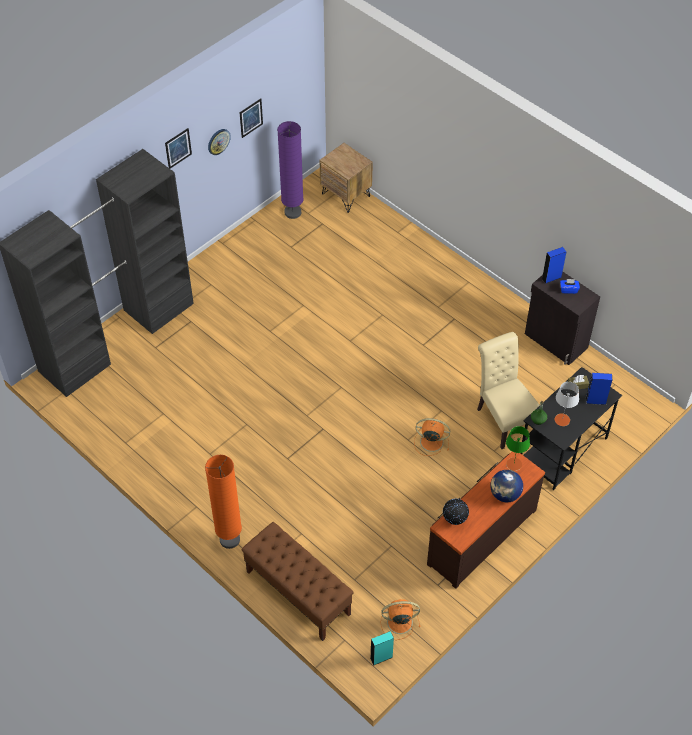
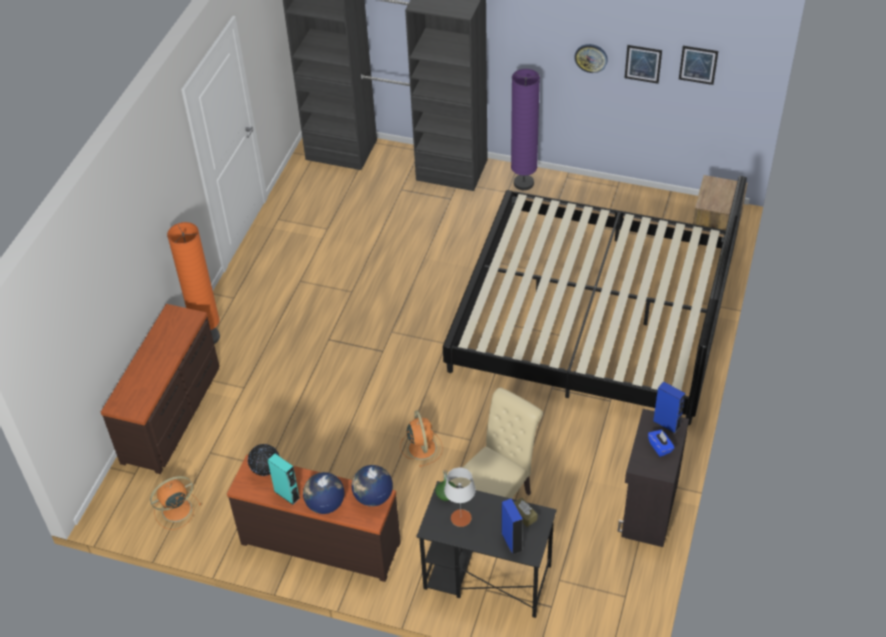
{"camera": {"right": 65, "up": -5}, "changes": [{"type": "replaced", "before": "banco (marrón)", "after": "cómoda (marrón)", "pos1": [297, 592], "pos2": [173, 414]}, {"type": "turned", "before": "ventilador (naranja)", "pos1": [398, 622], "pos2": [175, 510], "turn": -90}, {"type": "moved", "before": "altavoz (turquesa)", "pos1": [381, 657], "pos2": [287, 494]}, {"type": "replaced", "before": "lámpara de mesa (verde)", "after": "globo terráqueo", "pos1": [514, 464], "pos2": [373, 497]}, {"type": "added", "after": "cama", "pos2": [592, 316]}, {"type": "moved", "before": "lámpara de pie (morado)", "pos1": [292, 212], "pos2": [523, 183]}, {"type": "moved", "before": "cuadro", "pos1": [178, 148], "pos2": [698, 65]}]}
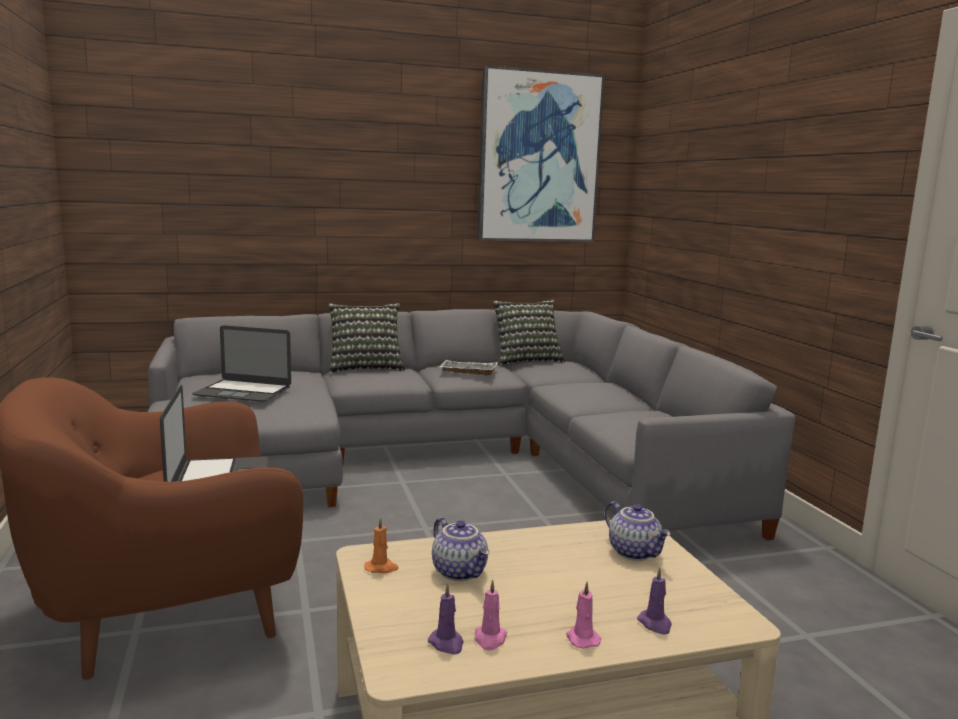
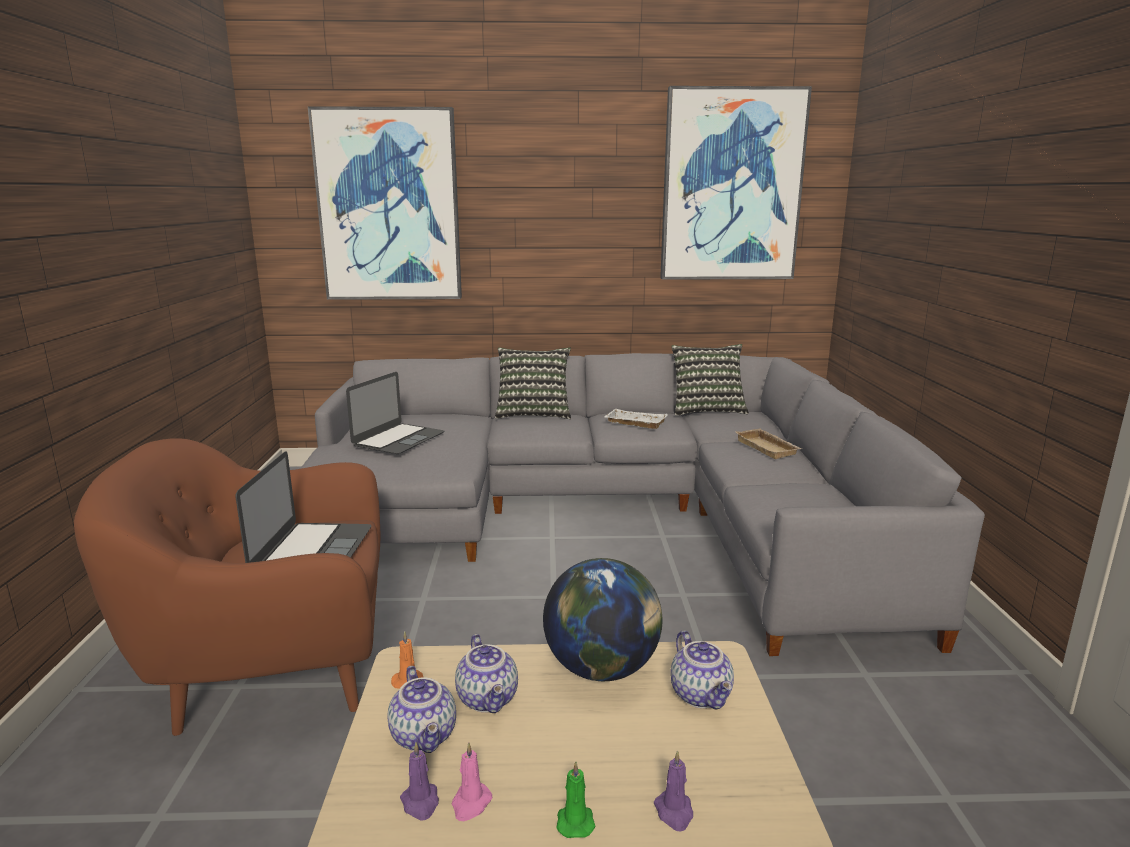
{"camera": {"right": 15, "up": 5}, "changes": [{"type": "added", "after": "cuadro", "pos2": [389, 206]}, {"type": "turned", "before": "portátil", "pos1": [243, 391], "pos2": [398, 439], "turn": -90}, {"type": "added", "after": "tetera", "pos2": [425, 736]}, {"type": "added", "after": "globo terráqueo", "pos2": [602, 668]}, {"type": "recoloured", "before": "vela (rosa)", "after": "vela (verde)", "pos1": [582, 638], "pos2": [575, 821]}, {"type": "added", "after": "bandeja (beis)", "pos2": [768, 448]}]}
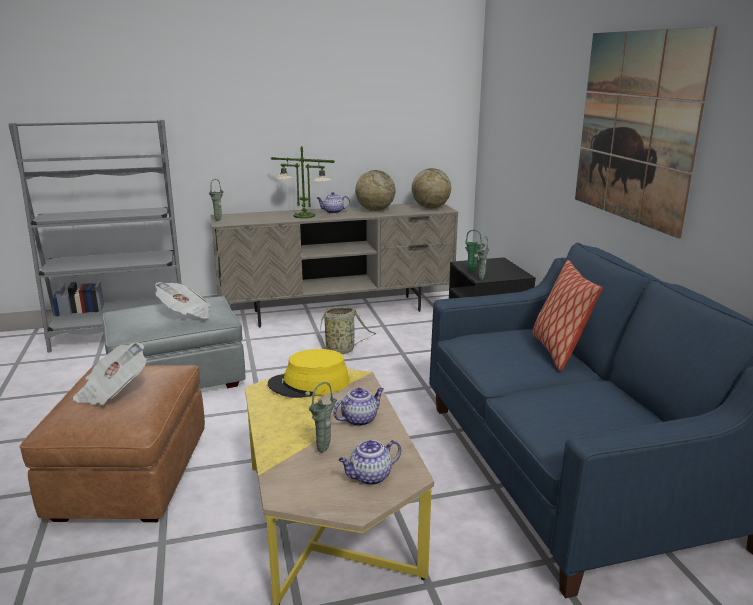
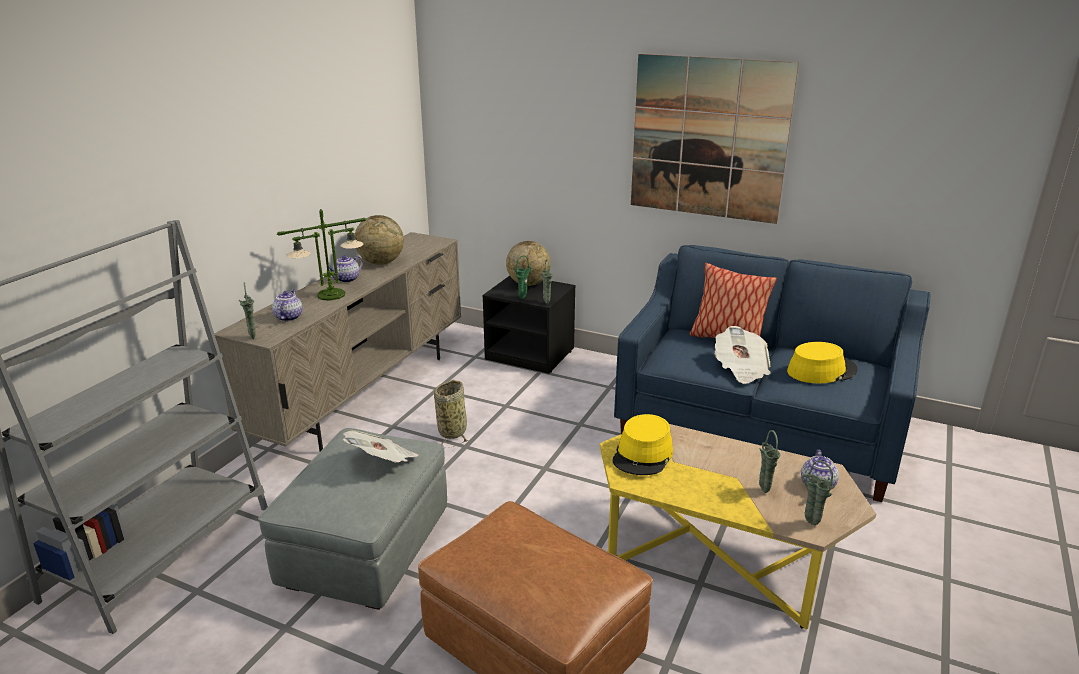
{"camera": {"right": -50, "up": 5}, "changes": [{"type": "moved", "before": "tetera", "pos1": [359, 419], "pos2": [288, 317]}, {"type": "moved", "before": "globo terráqueo", "pos1": [430, 207], "pos2": [528, 283]}, {"type": "moved", "before": "periódico", "pos1": [112, 391], "pos2": [740, 369]}, {"type": "added", "after": "sombrero (amarillo)", "pos2": [821, 371]}, {"type": "added", "after": "florero (verde)", "pos2": [809, 522]}]}
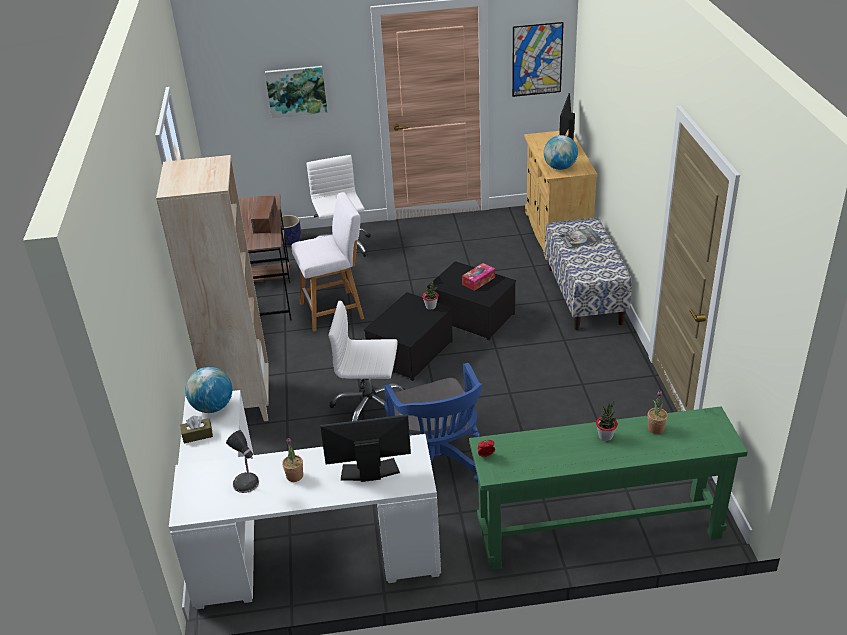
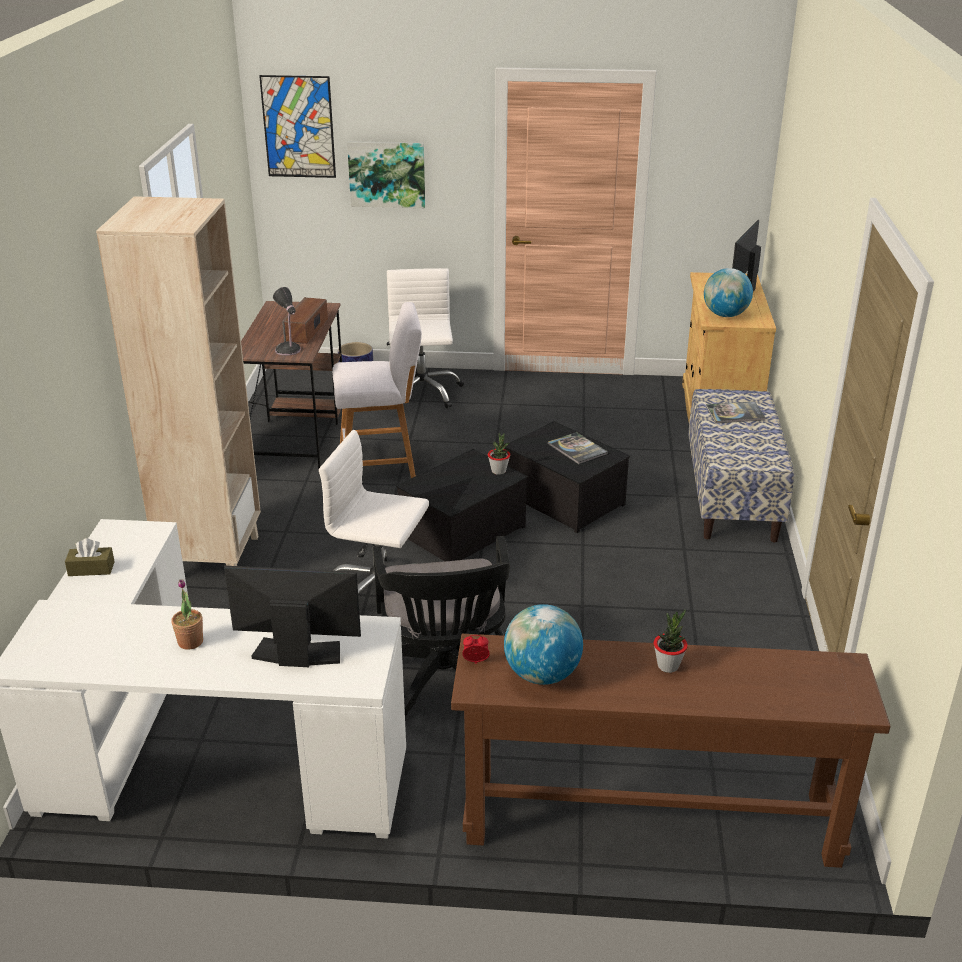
{"camera": {"right": 10, "up": -5}, "changes": [{"type": "moved", "before": "cuadro", "pos1": [537, 59], "pos2": [298, 127]}, {"type": "moved", "before": "lámpara de mesa", "pos1": [247, 484], "pos2": [288, 350]}, {"type": "recoloured", "before": "silla de oficina (azul)", "after": "silla de oficina (negro)", "pos1": [437, 463], "pos2": [444, 681]}, {"type": "recoloured", "before": "mesa consola (verde)", "after": "mesa consola (marrón)", "pos1": [598, 530], "pos2": [649, 819]}, {"type": "moved", "before": "globo terráqueo", "pos1": [212, 407], "pos2": [542, 675]}, {"type": "replaced", "before": "caja de pañuelos", "after": "libro", "pos1": [478, 281], "pos2": [577, 449]}, {"type": "removed", "before": "planta en maceta", "pos1": [655, 428]}]}
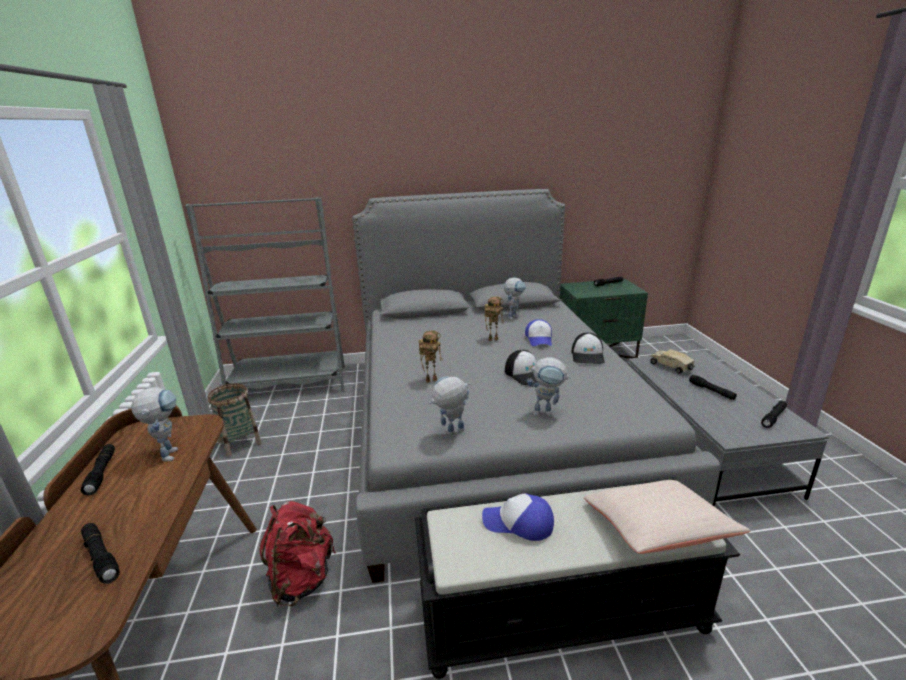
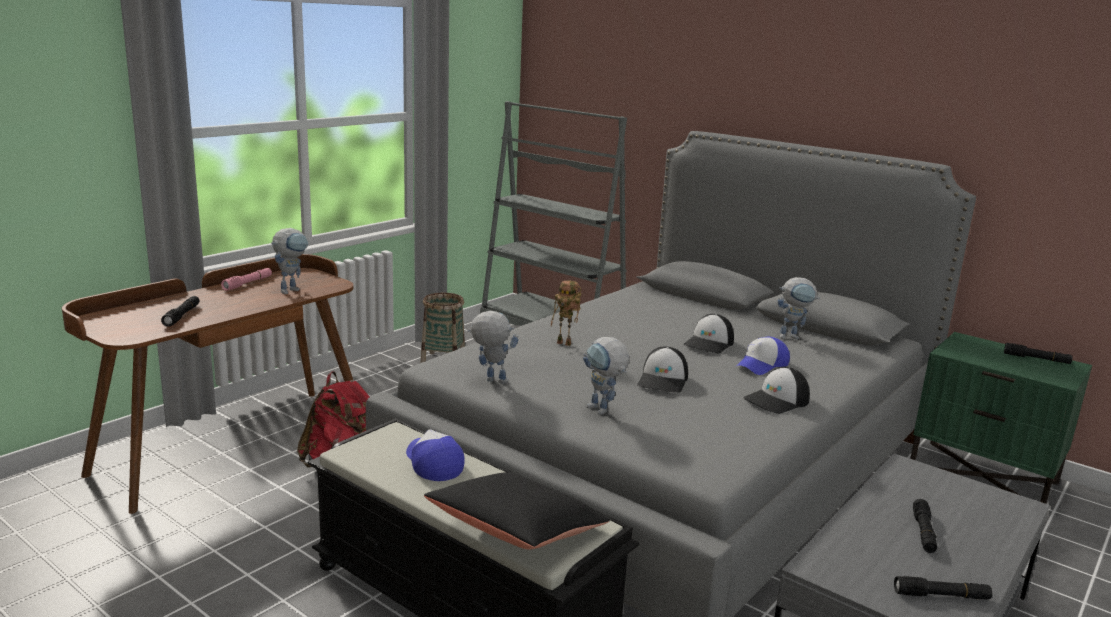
{"camera": {"right": 45, "up": -5}, "changes": [{"type": "recoloured", "before": "linterna (negro)", "after": "linterna (rosa)", "pos1": [101, 473], "pos2": [248, 283]}, {"type": "recoloured", "before": "cojín (beis)", "after": "cojín (negro)", "pos1": [656, 530], "pos2": [517, 532]}, {"type": "replaced", "before": "robot de juguete", "after": "gorra", "pos1": [493, 339], "pos2": [709, 343]}, {"type": "removed", "before": "camión de juguete", "pos1": [672, 367]}]}
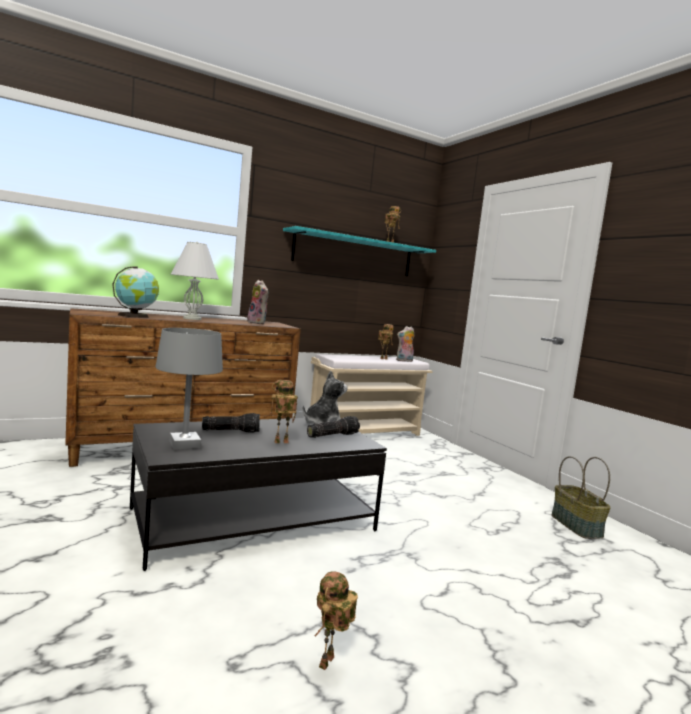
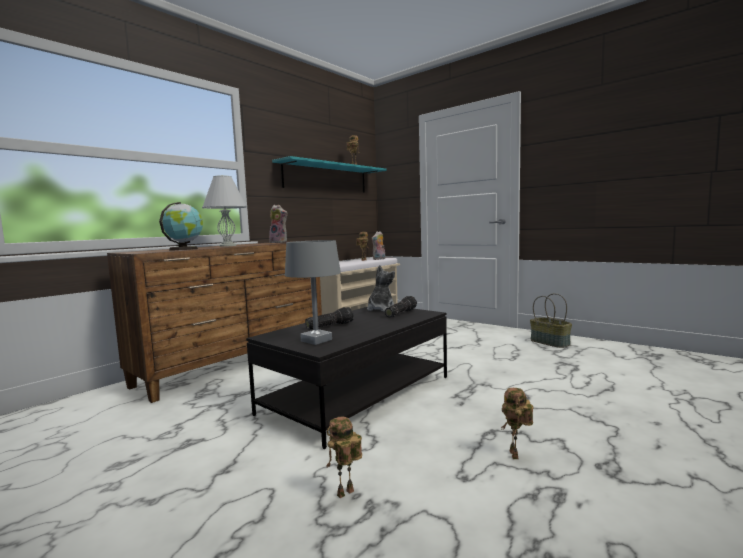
{"camera": {"right": -20, "up": 0}, "changes": [{"type": "moved", "before": "robot de juguete", "pos1": [280, 443], "pos2": [345, 495]}]}
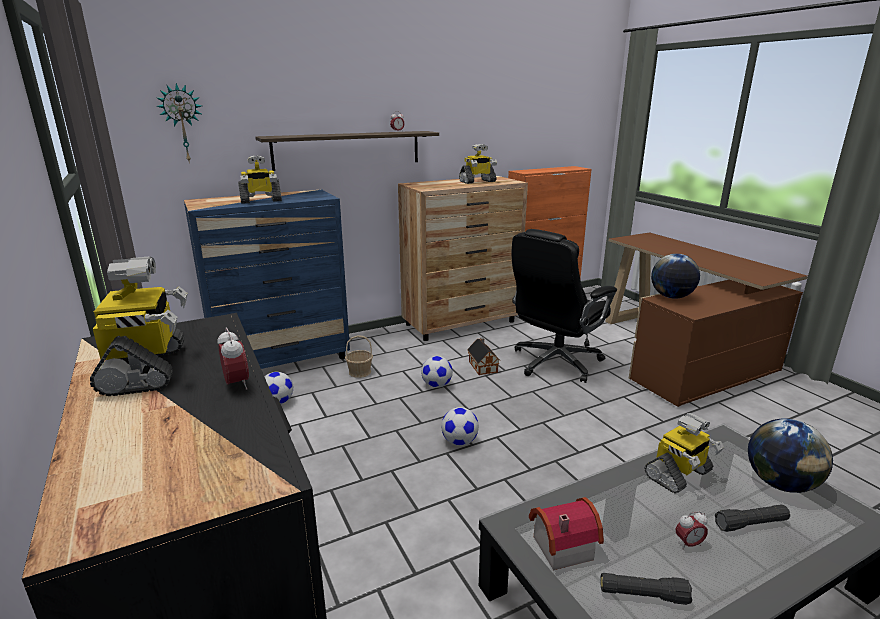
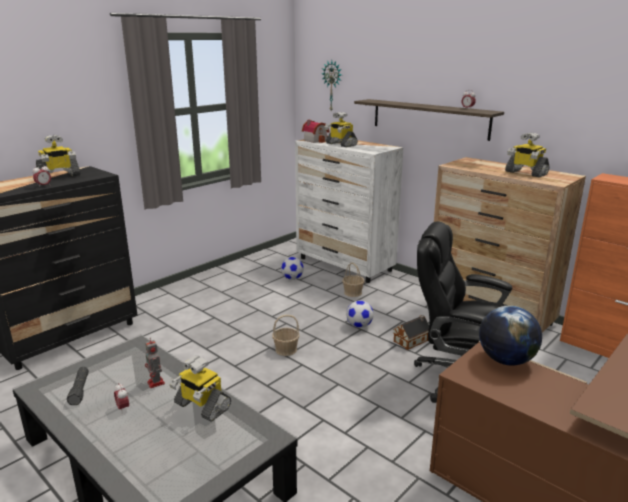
{"camera": {"right": 70, "up": 0}, "changes": [{"type": "added", "after": "robot de juguete", "pos2": [156, 383]}, {"type": "replaced", "before": "balón de fútbol", "after": "cesta", "pos1": [459, 442], "pos2": [286, 349]}, {"type": "recoloured", "before": "cómoda (azul)", "after": "cómoda (blanco)", "pos1": [282, 360], "pos2": [345, 265]}, {"type": "moved", "before": "casita", "pos1": [559, 545], "pos2": [316, 140]}, {"type": "removed", "before": "linterna (negro)", "pos1": [751, 524]}, {"type": "removed", "before": "globo terráqueo", "pos1": [780, 483]}]}
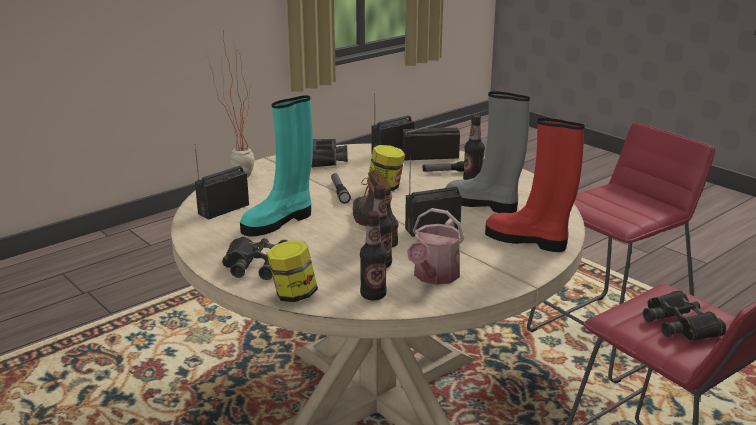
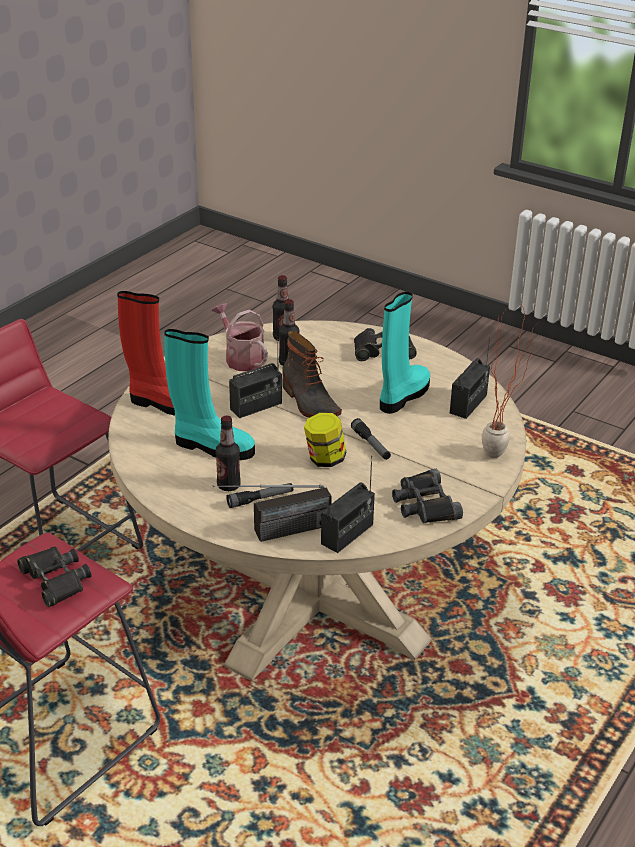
{"camera": {"right": 165, "up": 10}, "changes": [{"type": "moved", "before": "prismáticos (negro)", "pos1": [679, 324], "pos2": [55, 580]}, {"type": "recoloured", "before": "bota (gris)", "after": "bota (turquesa)", "pos1": [483, 204], "pos2": [212, 447]}, {"type": "turned", "before": "regadera", "pos1": [434, 276], "pos2": [241, 358], "turn": -45}, {"type": "removed", "before": "tarro", "pos1": [293, 295]}]}
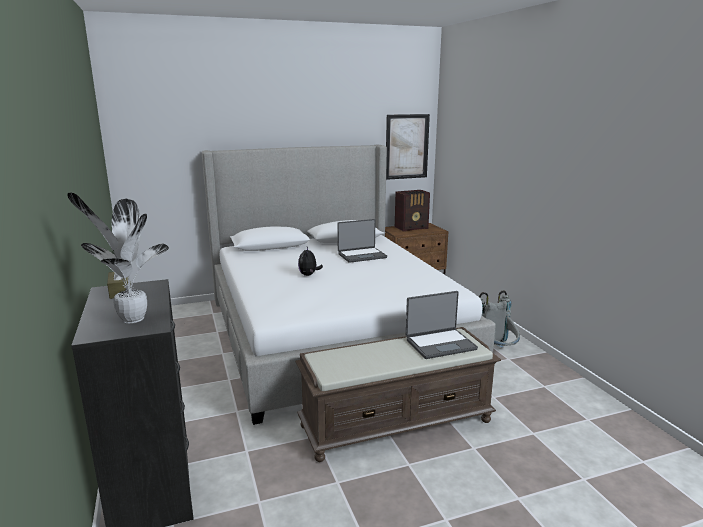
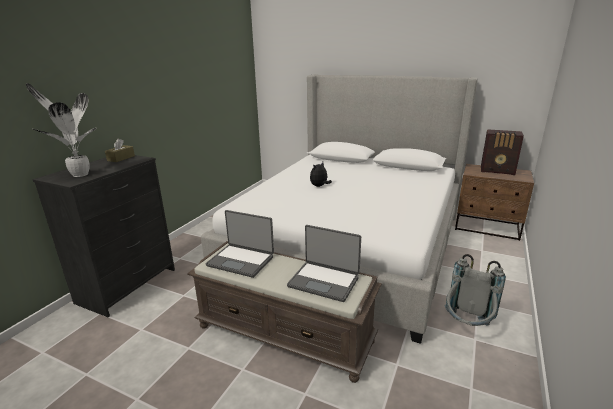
{"camera": {"right": 45, "up": 5}, "changes": [{"type": "moved", "before": "portátil", "pos1": [361, 255], "pos2": [241, 260]}, {"type": "removed", "before": "cuadro", "pos1": [407, 146]}]}
